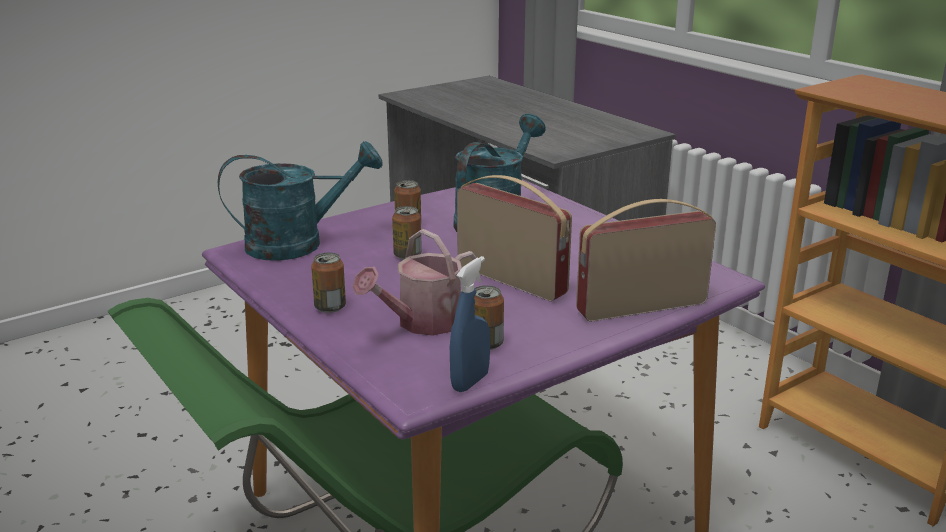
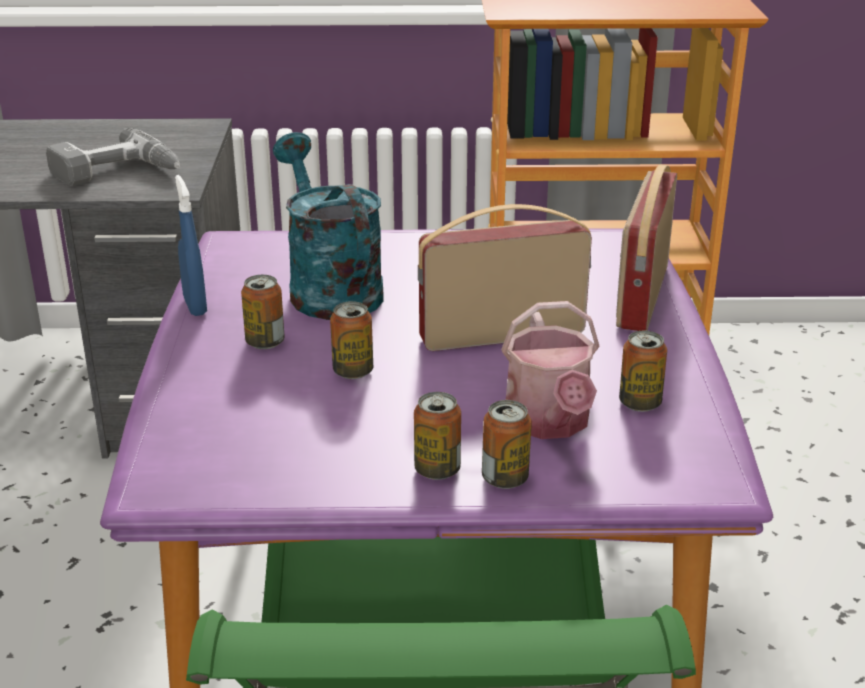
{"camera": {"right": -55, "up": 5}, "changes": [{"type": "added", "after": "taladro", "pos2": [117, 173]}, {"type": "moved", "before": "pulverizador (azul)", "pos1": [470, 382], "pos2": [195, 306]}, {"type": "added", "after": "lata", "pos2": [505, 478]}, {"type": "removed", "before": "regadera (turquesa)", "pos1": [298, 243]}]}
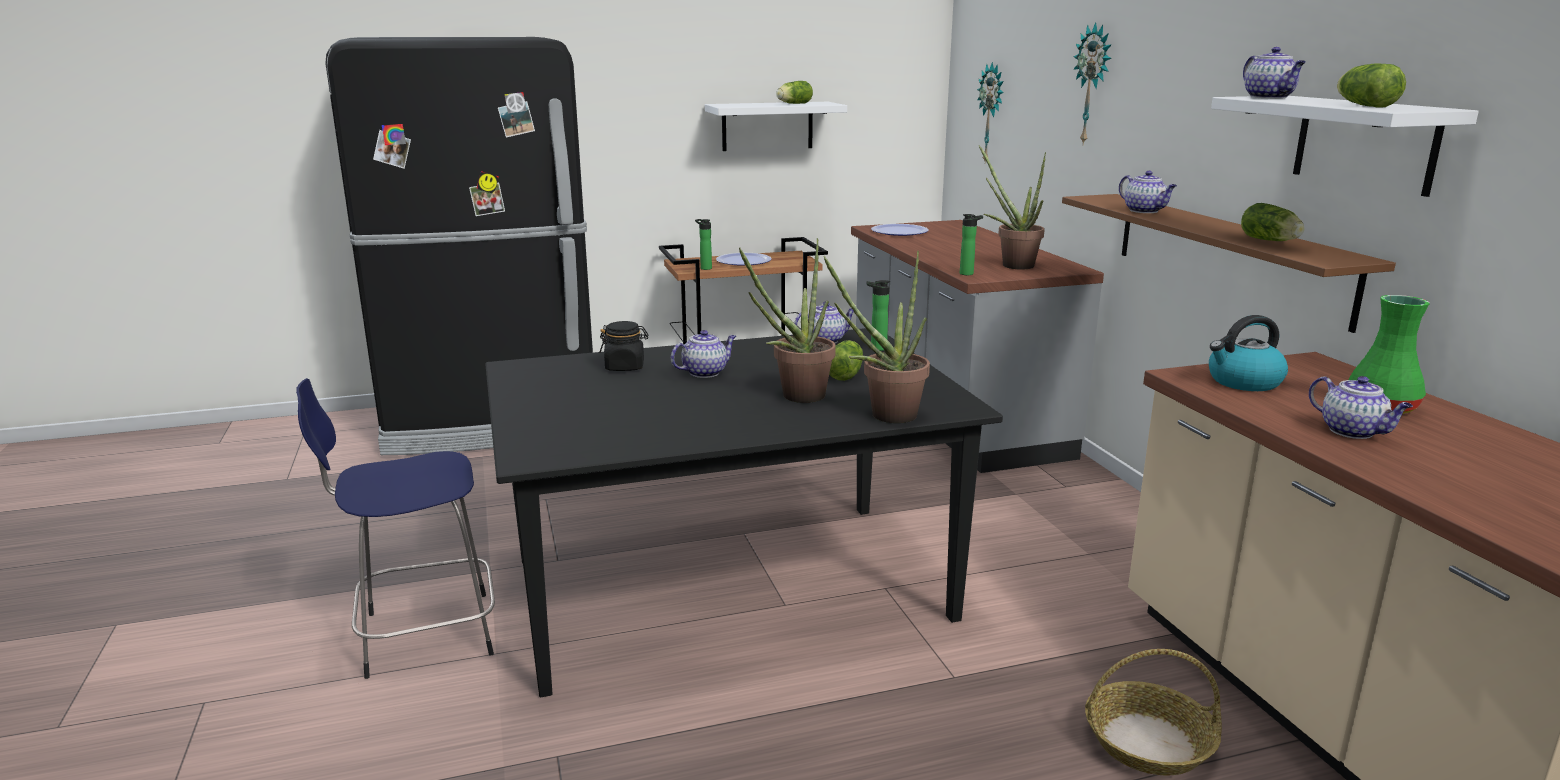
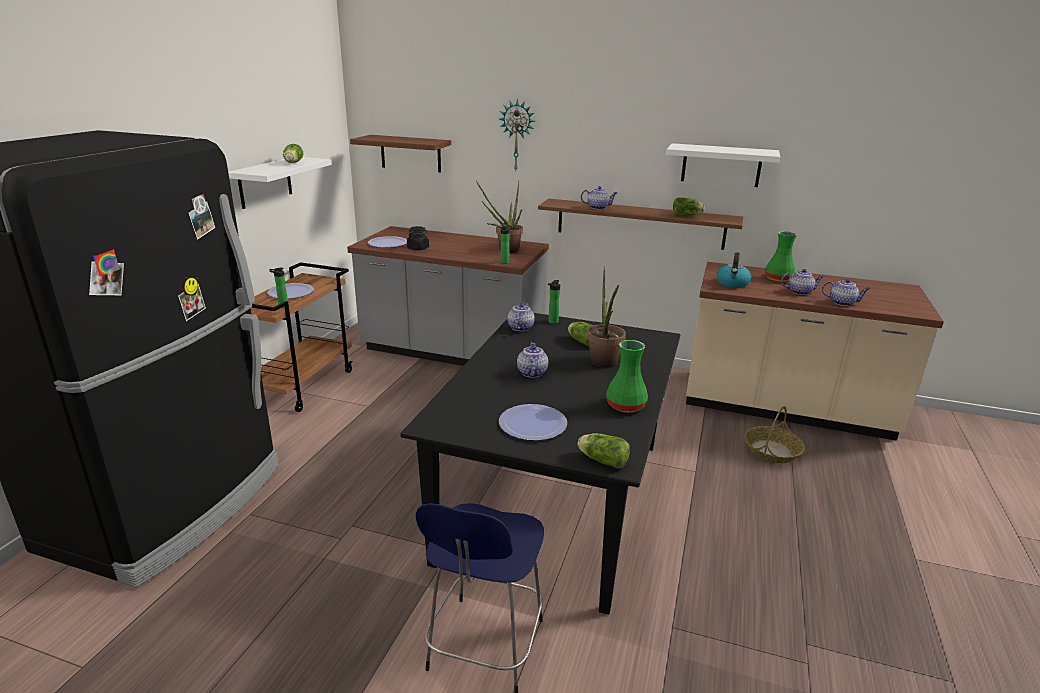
{"camera": {"right": -55, "up": 5}, "changes": [{"type": "replaced", "before": "reloj de pared", "after": "estante (marrón)", "pos1": [992, 113], "pos2": [410, 153]}, {"type": "moved", "before": "tarro (negro)", "pos1": [625, 367], "pos2": [418, 248]}, {"type": "added", "after": "plato", "pos2": [532, 424]}, {"type": "moved", "before": "lechuga", "pos1": [1363, 105], "pos2": [601, 460]}, {"type": "added", "after": "florero (verde)", "pos2": [626, 405]}, {"type": "moved", "before": "tetera", "pos1": [1269, 97], "pos2": [842, 303]}, {"type": "removed", "before": "planta en maceta", "pos1": [884, 416]}]}
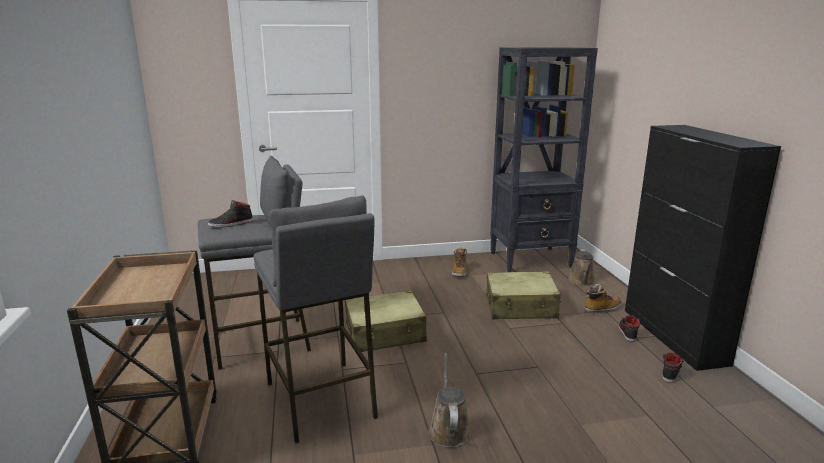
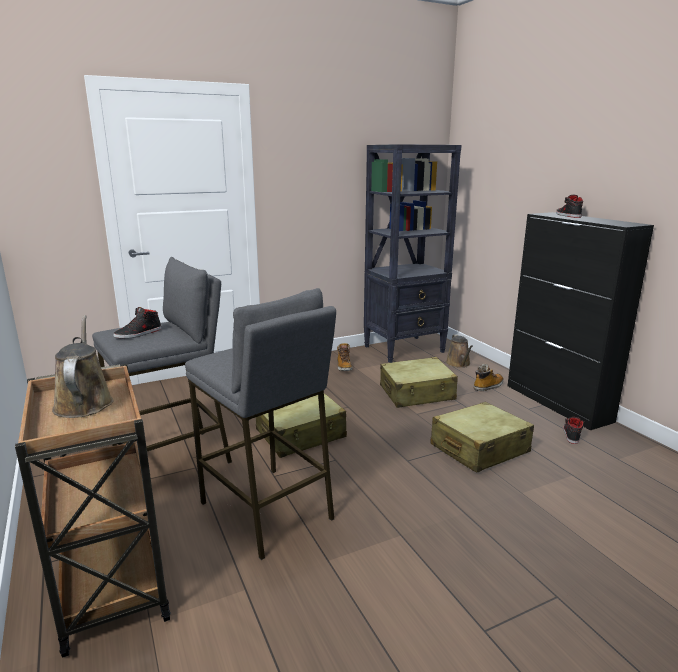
{"camera": {"right": -15, "up": 0}, "changes": [{"type": "moved", "before": "regadera (marrón)", "pos1": [448, 429], "pos2": [84, 402]}, {"type": "added", "after": "maleta (beis)", "pos2": [479, 449]}, {"type": "moved", "before": "zapato (negro)", "pos1": [627, 332], "pos2": [567, 215]}]}
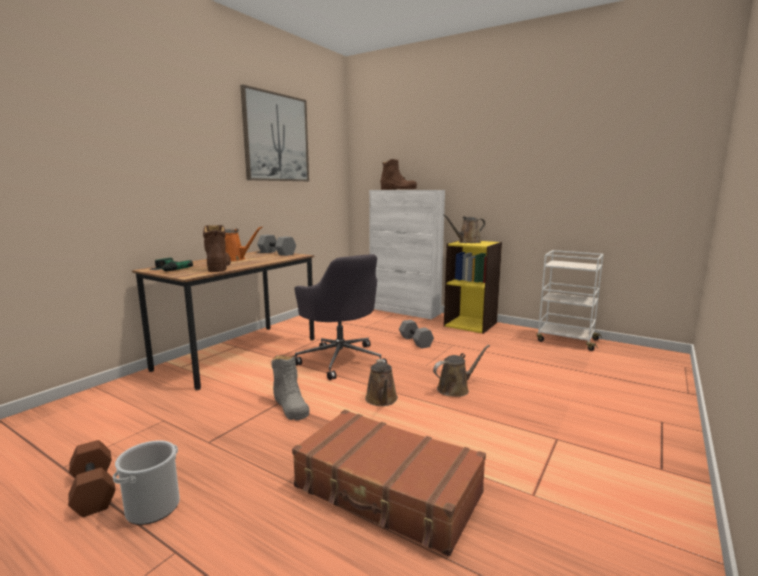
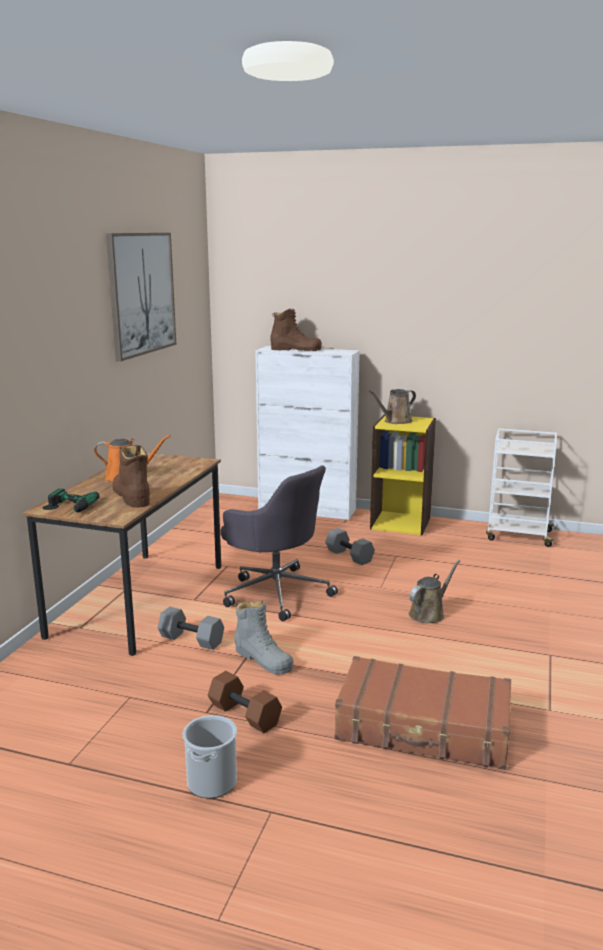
{"camera": {"right": -15, "up": 5}, "changes": [{"type": "moved", "before": "mancuerna (gris)", "pos1": [276, 253], "pos2": [190, 640]}, {"type": "moved", "before": "mancuerna (marrón)", "pos1": [95, 490], "pos2": [246, 714]}, {"type": "removed", "before": "regadera (marrón)", "pos1": [382, 400]}]}
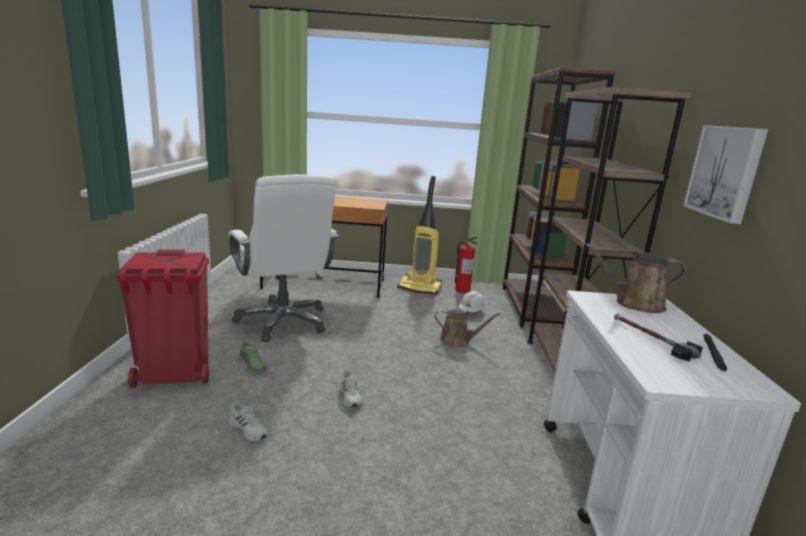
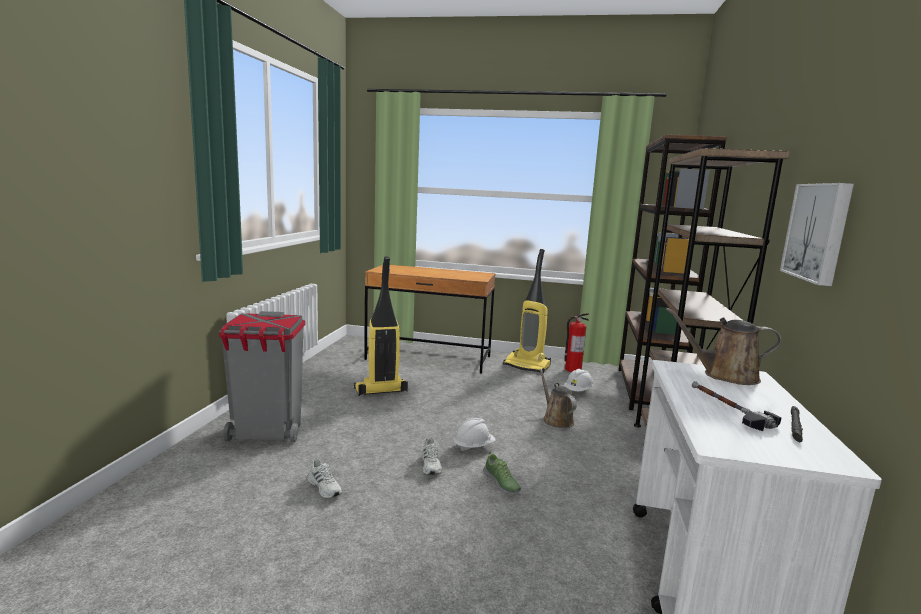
{"camera": {"right": 10, "up": -5}, "changes": [{"type": "recoloured", "before": "papelera (rojo)", "after": "papelera (gris)", "pos1": [175, 375], "pos2": [267, 433]}, {"type": "replaced", "before": "silla de oficina (blanco)", "after": "aspiradora", "pos1": [283, 321], "pos2": [380, 391]}, {"type": "added", "after": "casco (blanco)", "pos2": [473, 447]}, {"type": "moved", "before": "zapato", "pos1": [252, 365], "pos2": [501, 483]}, {"type": "turned", "before": "regadera (marrón)", "pos1": [457, 341], "pos2": [556, 419], "turn": -135}]}
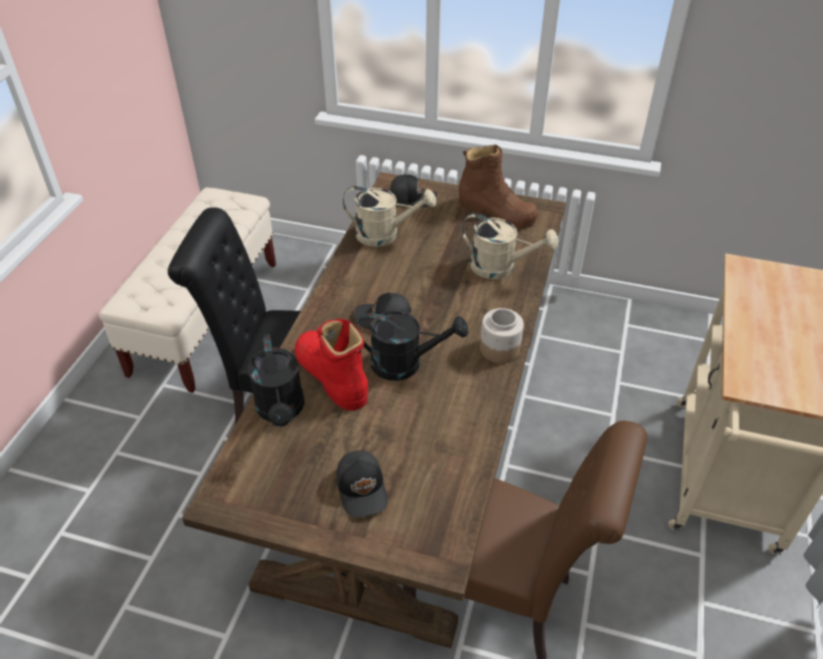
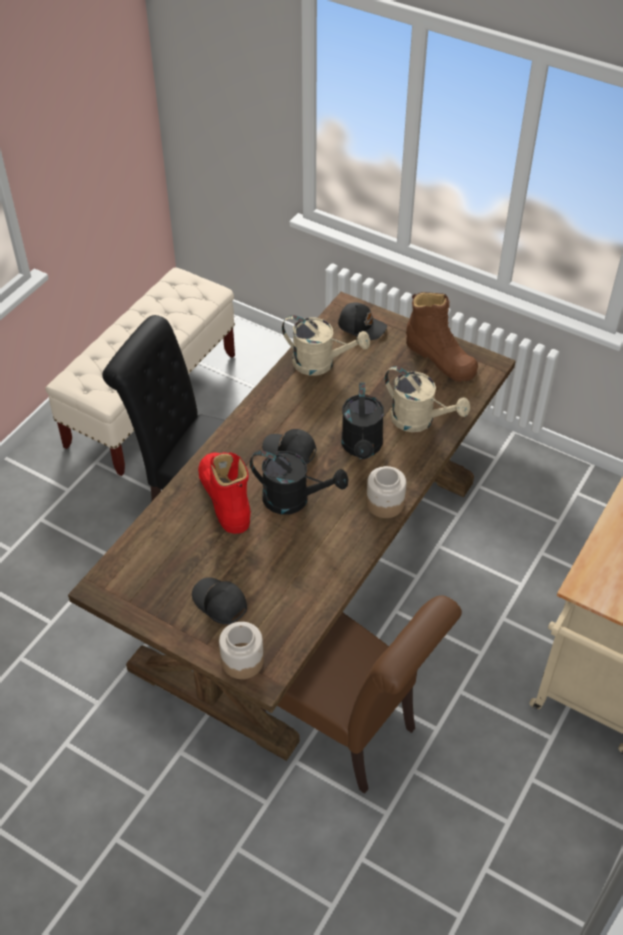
{"camera": {"right": 15, "up": 5}, "changes": [{"type": "turned", "before": "gorra (negro)", "pos1": [362, 488], "pos2": [219, 603], "turn": 135}, {"type": "added", "after": "tarro", "pos2": [242, 660]}, {"type": "moved", "before": "regadera (negro)", "pos1": [281, 411], "pos2": [362, 448]}]}
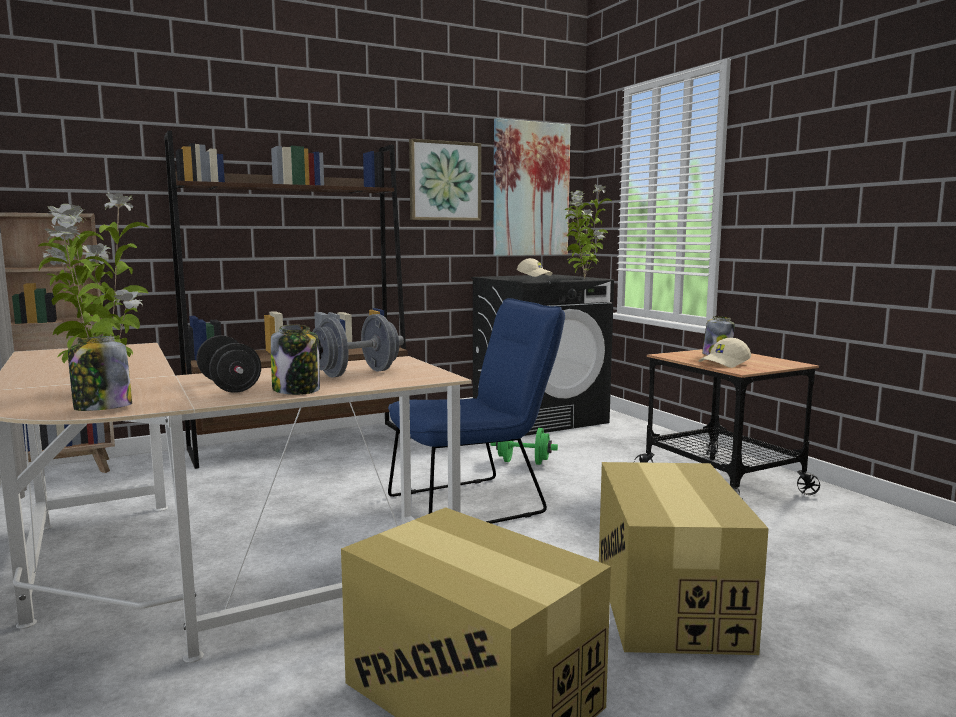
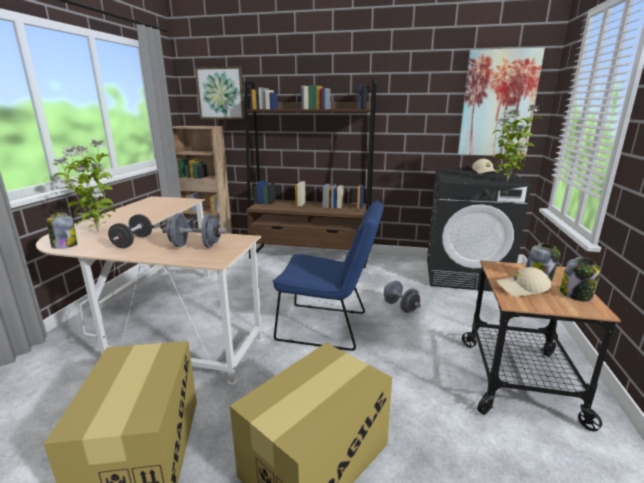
{"camera": {"right": 40, "up": 10}, "changes": [{"type": "moved", "before": "cuadro", "pos1": [444, 181], "pos2": [221, 93]}, {"type": "recoloured", "before": "mancuerna (verde)", "after": "mancuerna (gris)", "pos1": [523, 462], "pos2": [400, 307]}, {"type": "moved", "before": "tarro", "pos1": [297, 390], "pos2": [576, 295]}]}
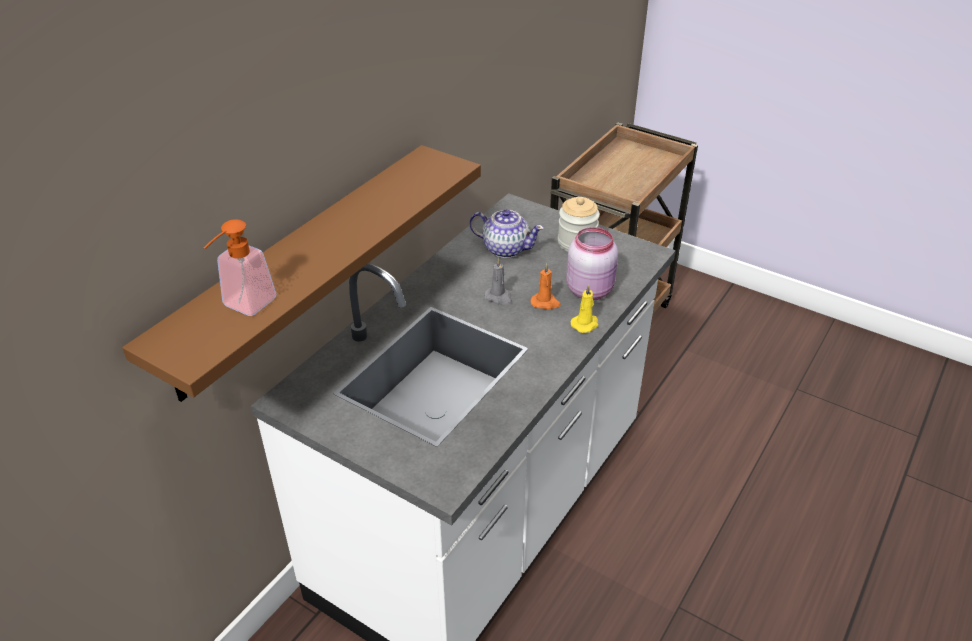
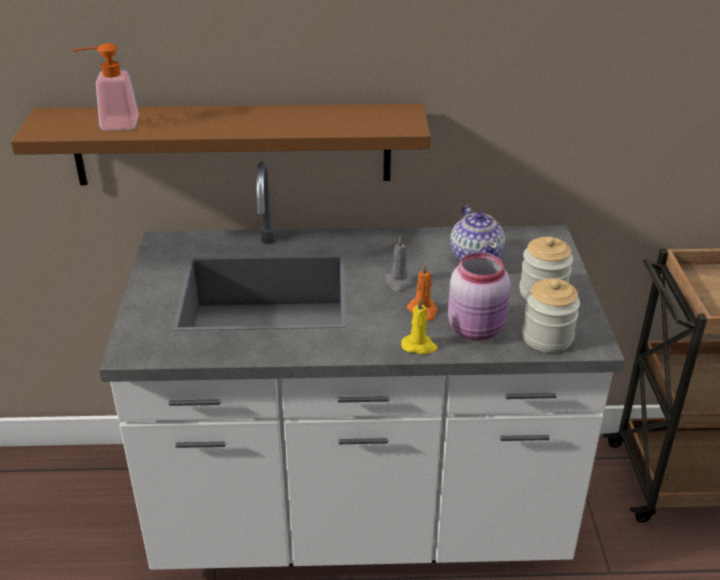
{"camera": {"right": 55, "up": -5}, "changes": [{"type": "added", "after": "tarro", "pos2": [547, 338]}]}
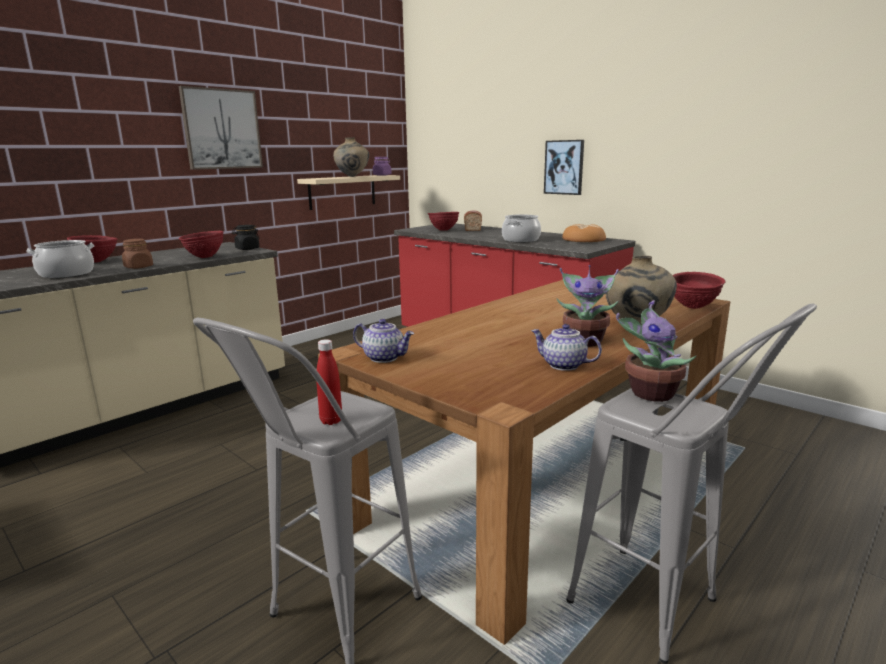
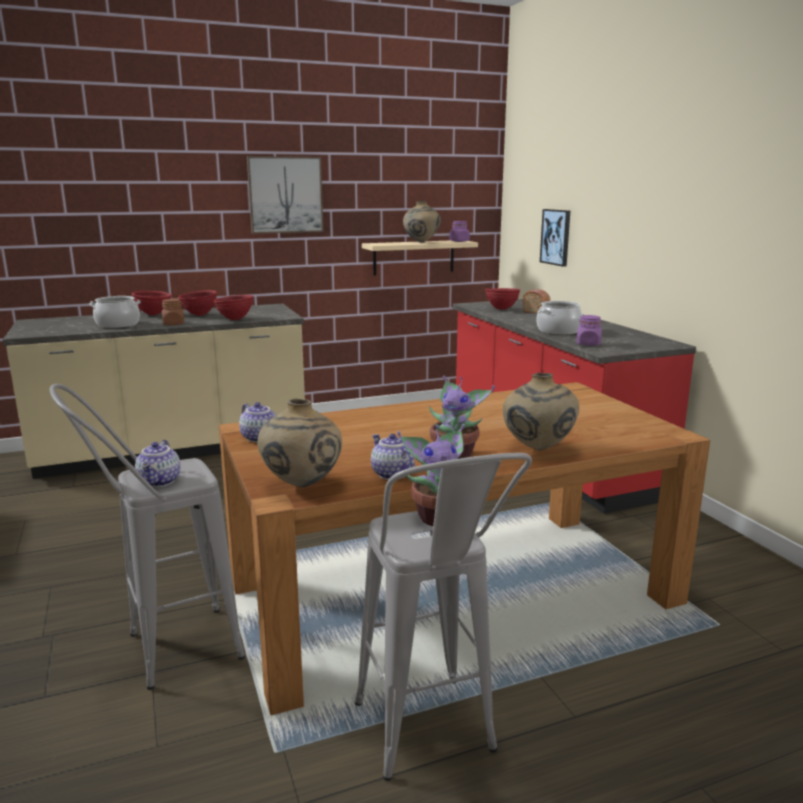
{"camera": {"right": 25, "up": 0}, "changes": [{"type": "replaced", "before": "botella (rojo)", "after": "tetera", "pos1": [331, 421], "pos2": [160, 481]}, {"type": "moved", "before": "cuenco (rojo)", "pos1": [692, 307], "pos2": [199, 315]}, {"type": "added", "after": "florero (beis)", "pos2": [301, 485]}, {"type": "moved", "before": "cuadro", "pos1": [564, 167], "pos2": [556, 237]}, {"type": "added", "after": "tarro (morado)", "pos2": [588, 344]}, {"type": "removed", "before": "tarro (negro)", "pos1": [247, 249]}, {"type": "removed", "before": "pan", "pos1": [584, 239]}]}
